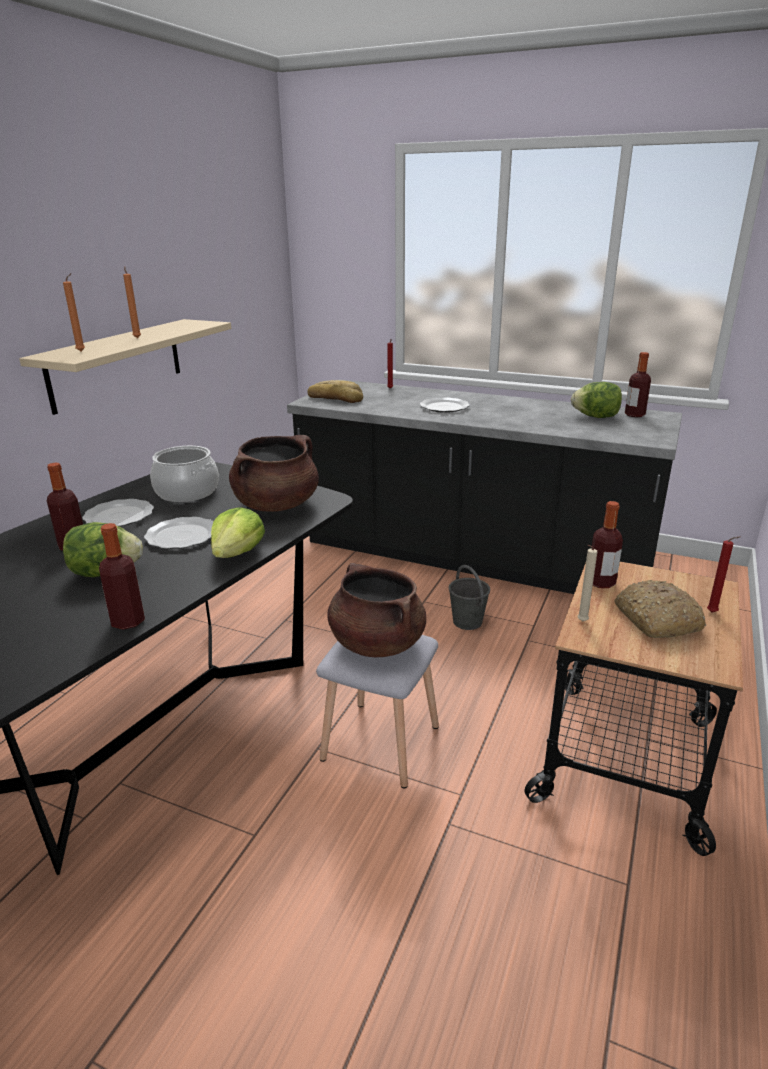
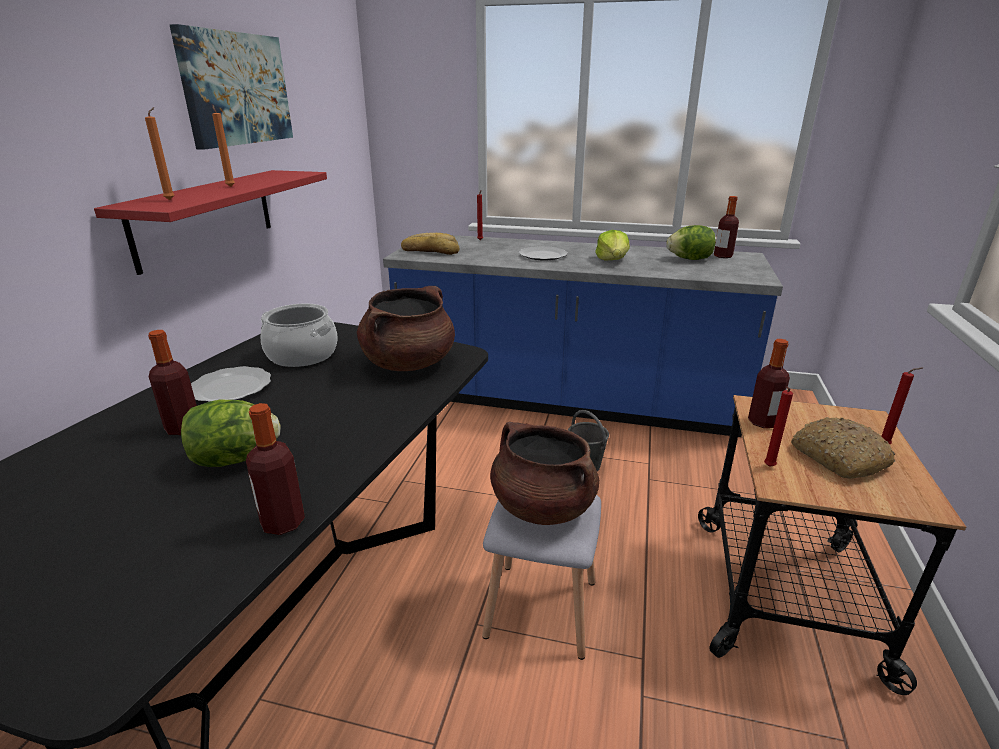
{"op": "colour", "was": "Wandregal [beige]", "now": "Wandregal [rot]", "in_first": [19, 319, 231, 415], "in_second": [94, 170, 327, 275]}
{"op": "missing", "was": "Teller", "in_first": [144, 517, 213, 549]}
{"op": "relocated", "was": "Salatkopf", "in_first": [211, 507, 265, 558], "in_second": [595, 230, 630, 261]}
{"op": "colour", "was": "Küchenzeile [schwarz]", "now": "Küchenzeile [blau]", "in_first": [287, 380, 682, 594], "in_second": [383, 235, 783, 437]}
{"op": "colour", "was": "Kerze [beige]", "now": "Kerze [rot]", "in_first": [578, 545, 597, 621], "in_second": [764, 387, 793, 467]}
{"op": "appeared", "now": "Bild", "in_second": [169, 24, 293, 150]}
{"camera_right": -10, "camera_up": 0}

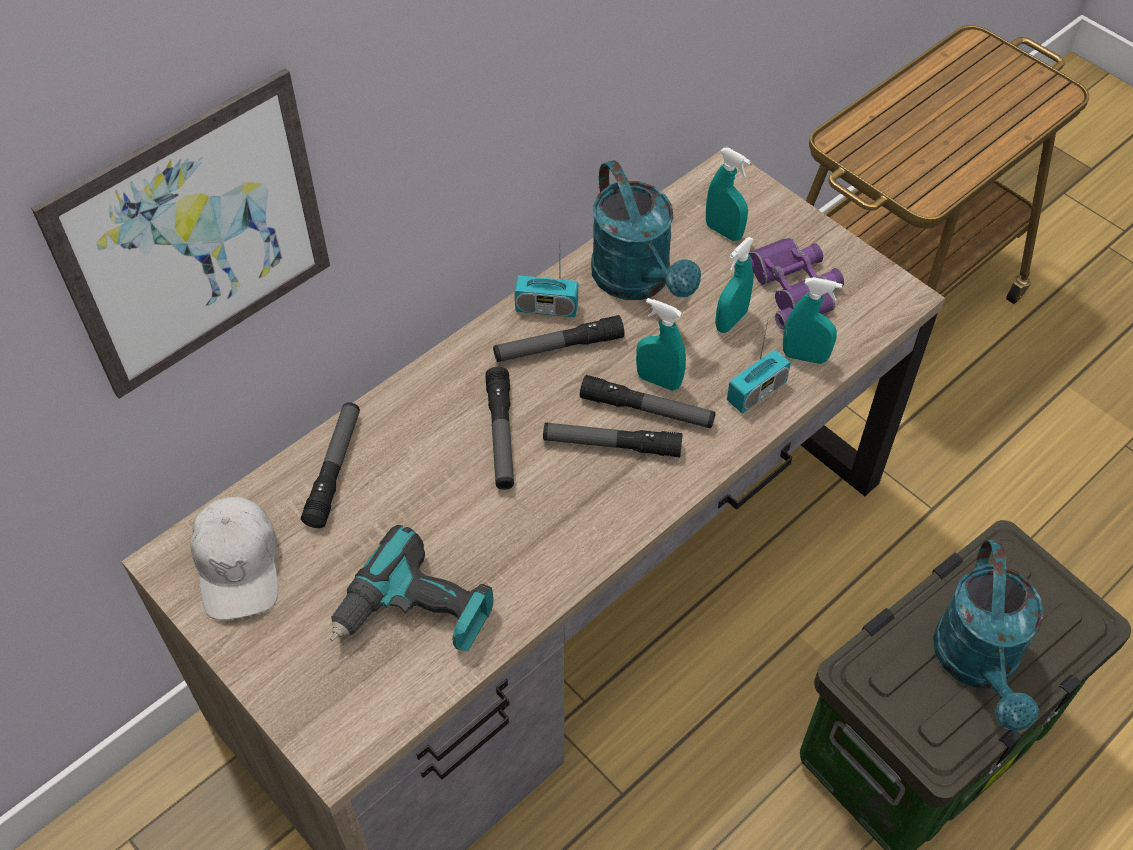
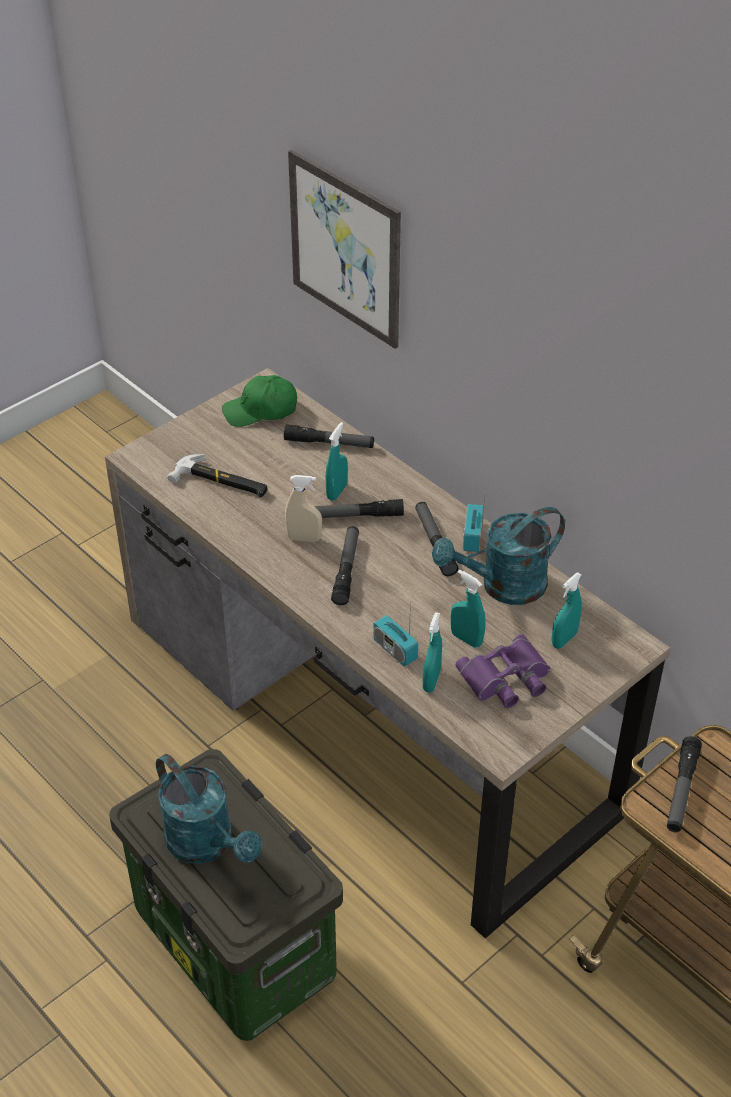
{"op": "colour", "was": "Kappe [weiß]", "now": "Kappe [grün]", "in_first": [190, 497, 278, 620], "in_second": [222, 375, 297, 427]}
{"op": "exchanged", "was": "Bohrmaschine", "now": "Hammer", "in_first": [330, 525, 493, 652], "in_second": [168, 454, 268, 497]}
{"op": "relocated", "was": "Taschenlampe", "in_first": [580, 375, 715, 428], "in_second": [667, 736, 702, 832]}
{"op": "relocated", "was": "Sprühflasche [türkis]", "in_first": [636, 298, 686, 391], "in_second": [325, 422, 348, 501]}
{"op": "spun", "was": "Gießkanne [türkis]", "in_first": [933, 540, 1044, 731], "in_second": [156, 754, 262, 864], "clockwise": -135}
{"op": "appeared", "now": "Sprühflasche [beige]", "in_second": [285, 475, 322, 542]}
{"camera_right": 90, "camera_up": -10}

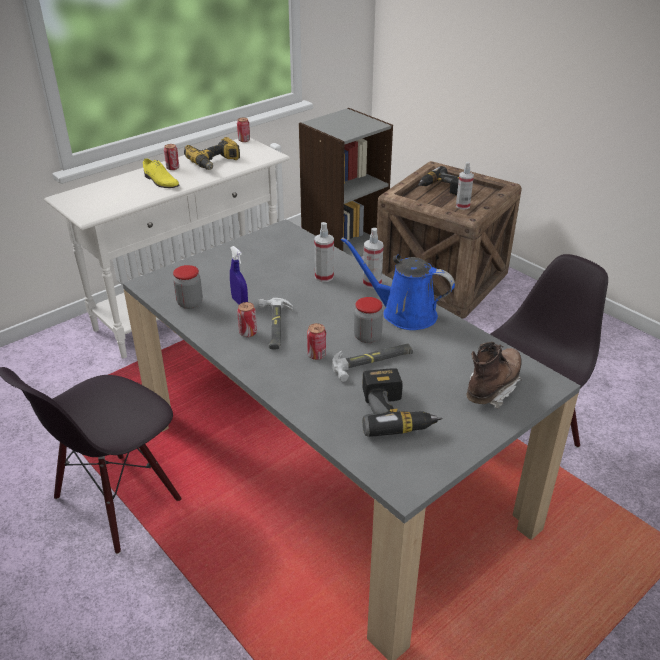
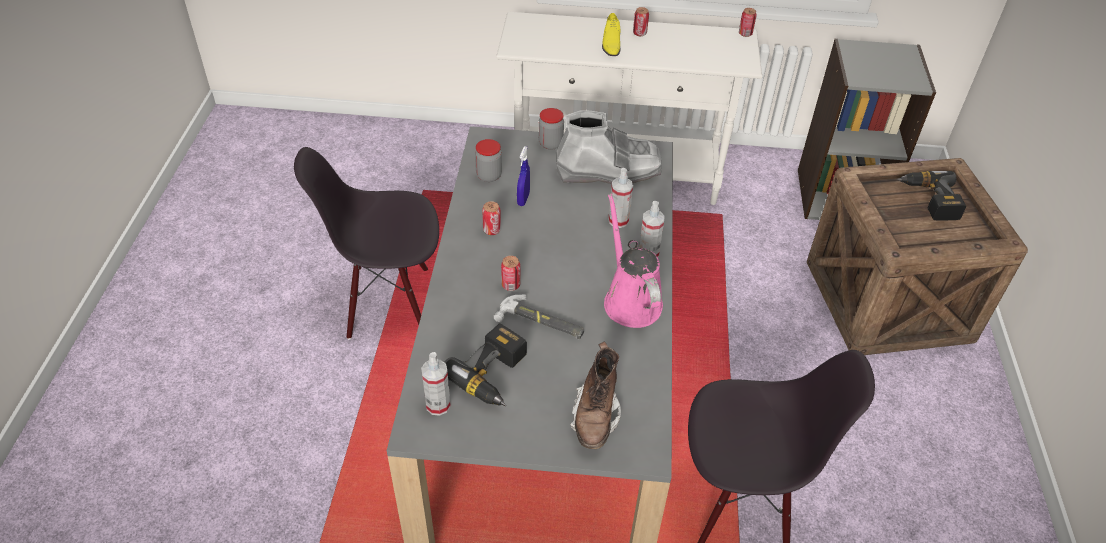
{"op": "missing", "was": "Bohrmaschine", "in_first": [184, 137, 240, 170]}
{"op": "missing", "was": "Hammer", "in_first": [259, 298, 293, 349]}
{"op": "colour", "was": "Gießkanne [blau]", "now": "Gießkanne [rosa]", "in_first": [341, 237, 455, 330], "in_second": [604, 194, 663, 328]}
{"op": "relocated", "was": "Vorratsglas", "in_first": [354, 297, 383, 343], "in_second": [538, 108, 564, 150]}
{"op": "relocated", "was": "Sprühflasche", "in_first": [456, 162, 474, 209], "in_second": [421, 352, 451, 416]}
{"op": "spun", "was": "Stiefel [braun]", "in_first": [466, 342, 522, 409], "in_second": [570, 341, 621, 449], "clockwise": 105}
{"op": "appeared", "now": "Stiefel [grau]", "in_second": [556, 111, 662, 184]}
{"camera_right": 45, "camera_up": 10}

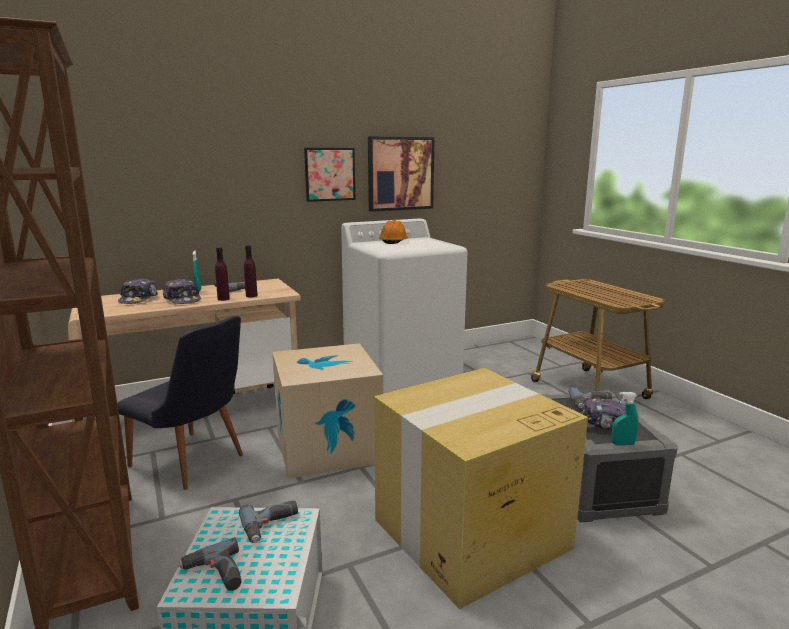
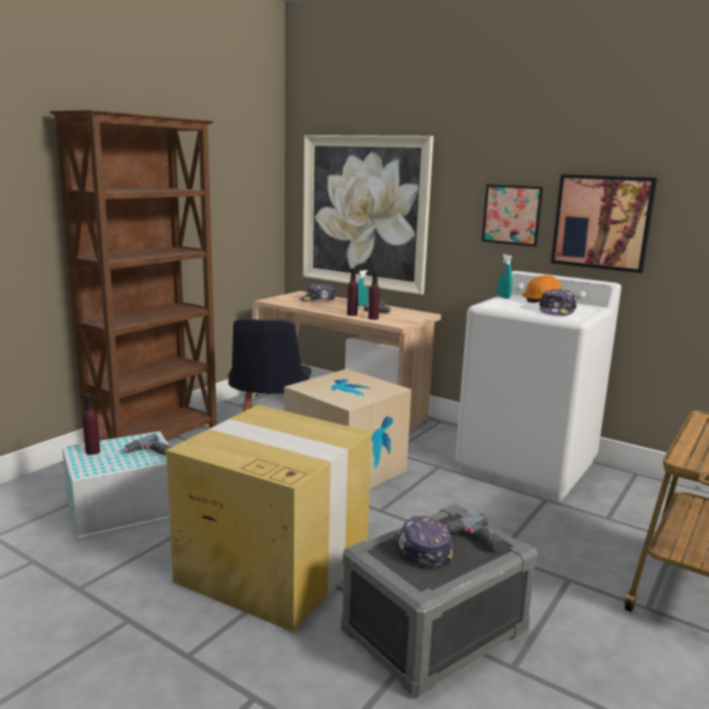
{"op": "relocated", "was": "Kappe", "in_first": [163, 279, 201, 304], "in_second": [539, 289, 577, 316]}
{"op": "exchanged", "was": "Bohrmaschine", "now": "Flasche [lila]", "in_first": [178, 537, 242, 591], "in_second": [83, 393, 100, 455]}
{"op": "relocated", "was": "Sprühflasche [türkis]", "in_first": [611, 392, 639, 445], "in_second": [497, 254, 512, 299]}
{"op": "appeared", "now": "Bild", "in_second": [303, 135, 434, 295]}
{"camera_right": 60, "camera_up": 0}

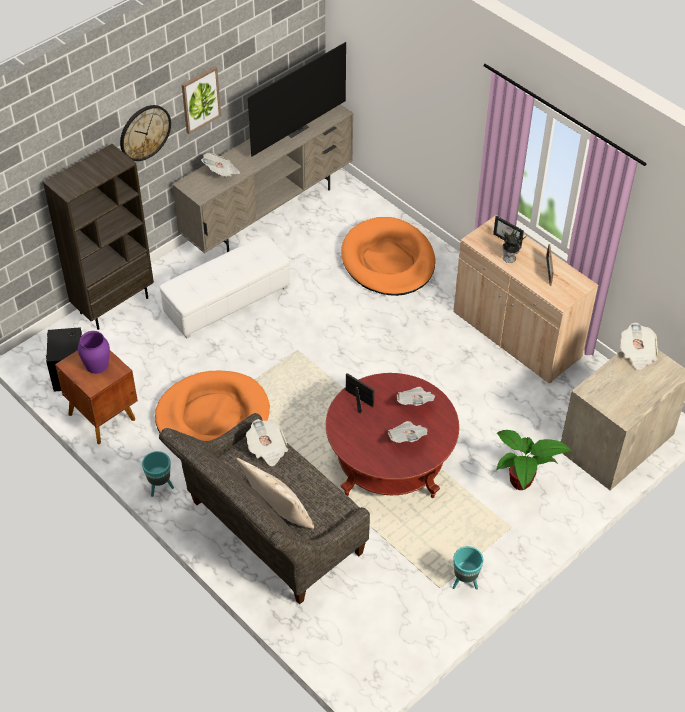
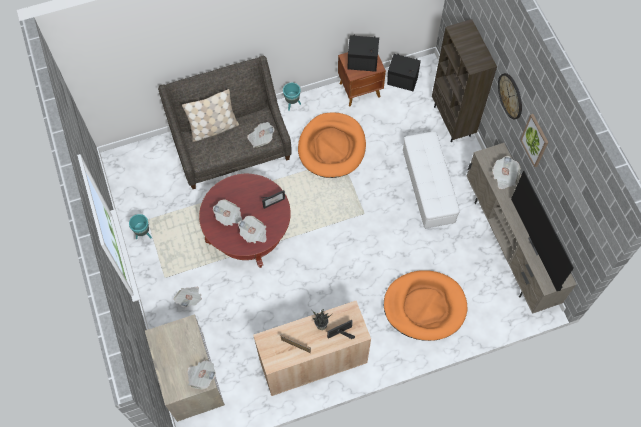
{"op": "exchanged", "was": "Vase [lila]", "now": "Lautsprecher [schwarz]", "in_first": [78, 331, 110, 374], "in_second": [348, 35, 379, 72]}
{"op": "exchanged", "was": "Topfpflanze", "now": "Zeitung", "in_first": [496, 430, 572, 490], "in_second": [174, 287, 202, 307]}
{"camera_right": 115, "camera_up": 15}

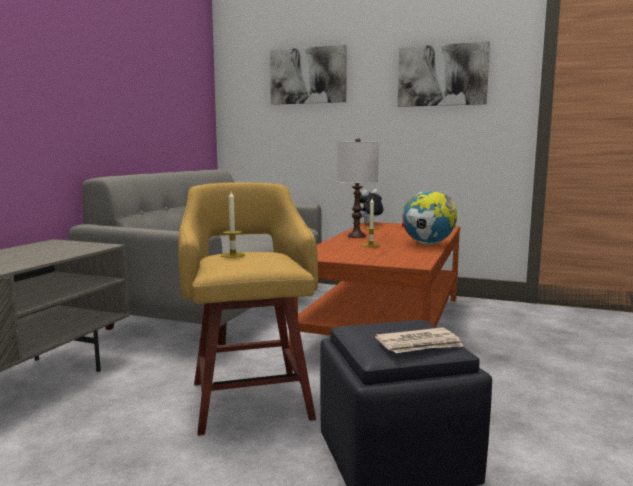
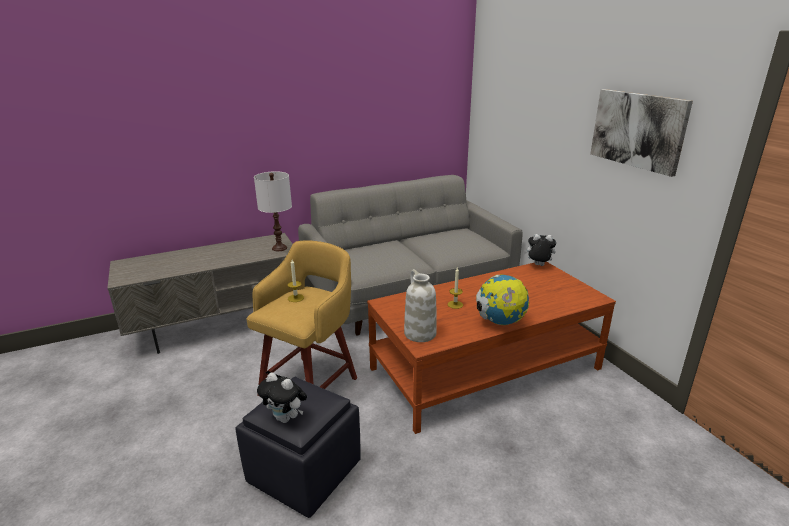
{"op": "missing", "was": "Bild", "in_first": [270, 45, 347, 105]}
{"op": "relocated", "was": "Tischlampe [weiß]", "in_first": [337, 138, 379, 238], "in_second": [254, 171, 292, 251]}
{"op": "exchanged", "was": "Zeitung", "now": "Plüschtier", "in_first": [375, 327, 464, 353], "in_second": [257, 373, 307, 423]}
{"op": "appeared", "now": "Vase [weiß]", "in_second": [404, 269, 437, 342]}
{"camera_right": 45, "camera_up": 15}

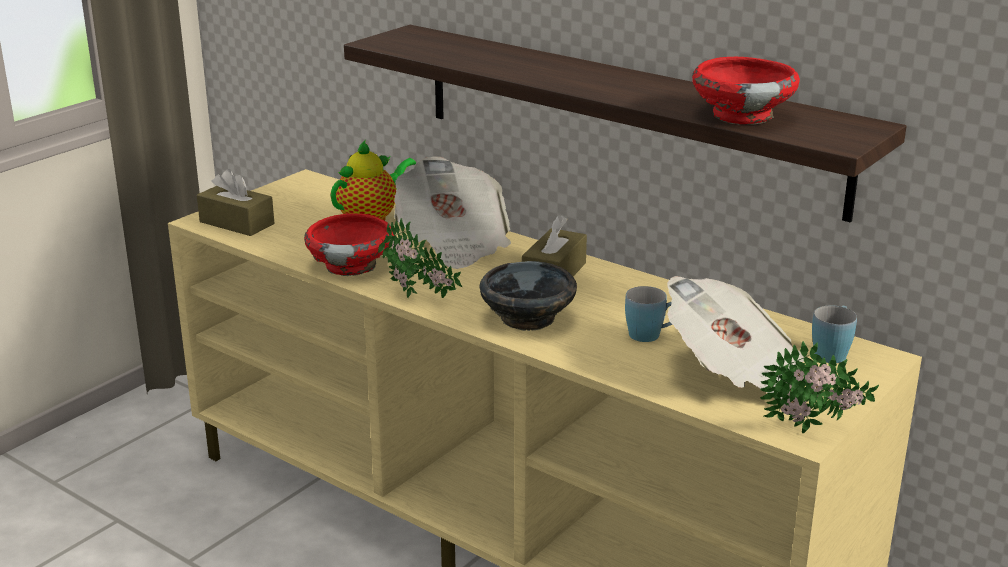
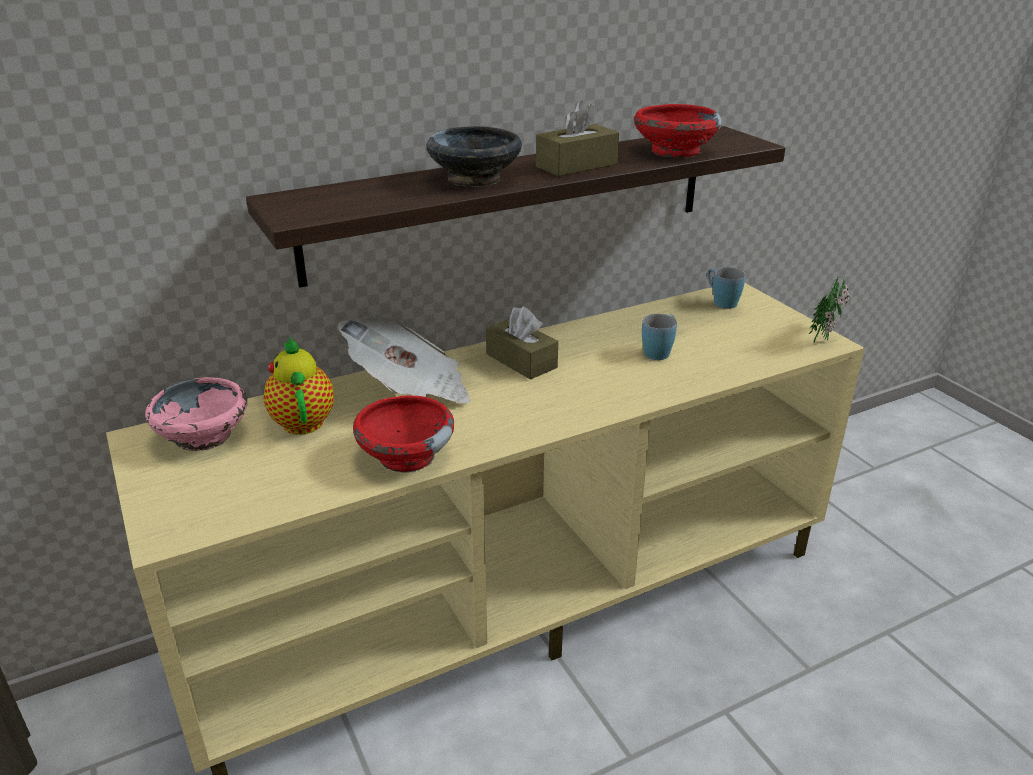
{"op": "relocated", "was": "Taschentuchbox [braun]", "in_first": [197, 169, 274, 236], "in_second": [536, 101, 619, 176]}
{"op": "missing", "was": "Topfpflanze", "in_first": [378, 218, 462, 298]}
{"op": "relocated", "was": "Schüssel [schwarz]", "in_first": [479, 261, 577, 331], "in_second": [426, 126, 522, 187]}
{"op": "missing", "was": "Zeitung", "in_first": [667, 276, 804, 399]}
{"op": "appeared", "now": "Schüssel [rosa]", "in_second": [145, 377, 247, 451]}
{"camera_right": -65, "camera_up": 5}

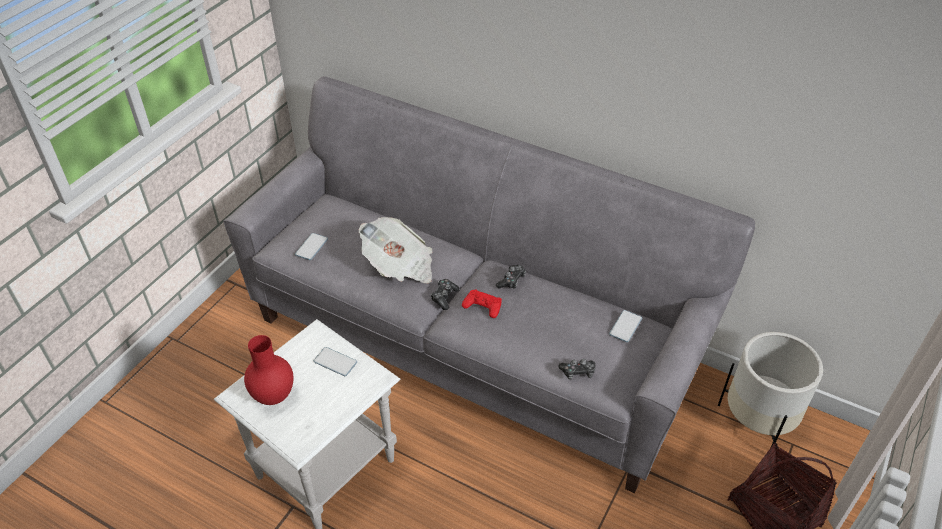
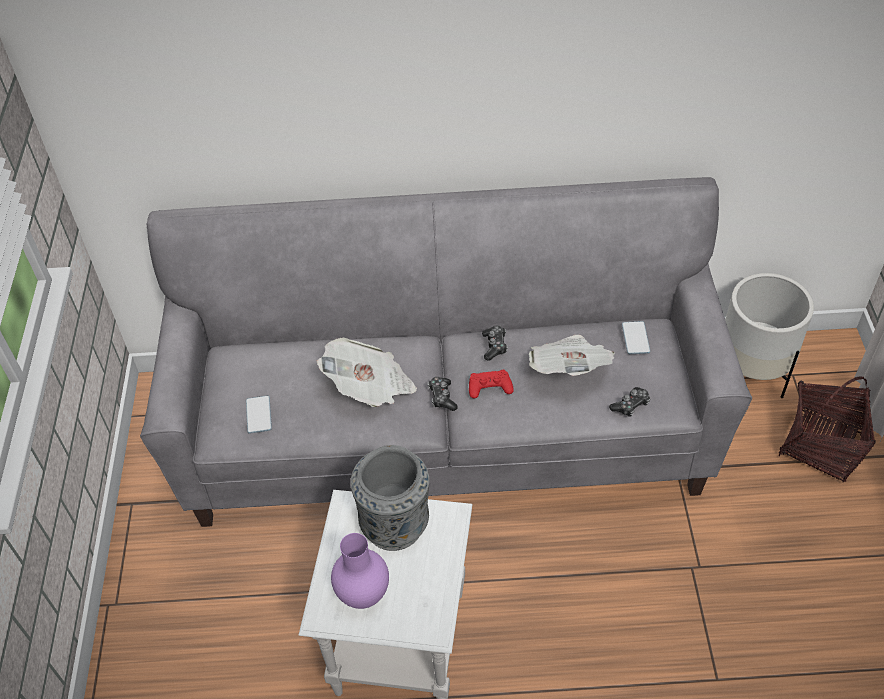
{"op": "colour", "was": "Vase [rot]", "now": "Vase [lila]", "in_first": [244, 335, 294, 405], "in_second": [331, 533, 389, 609]}
{"op": "exchanged", "was": "Handy", "now": "Vase [grau]", "in_first": [314, 347, 357, 376], "in_second": [351, 445, 430, 551]}
{"op": "appeared", "now": "Zeitung", "in_second": [529, 335, 615, 376]}
{"camera_right": -30, "camera_up": 5}

